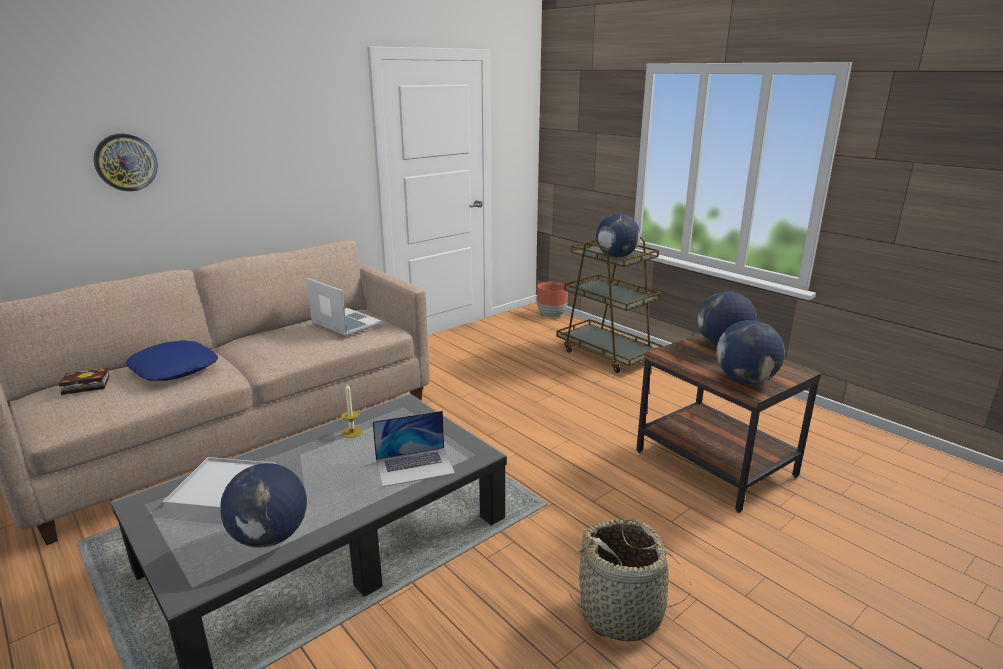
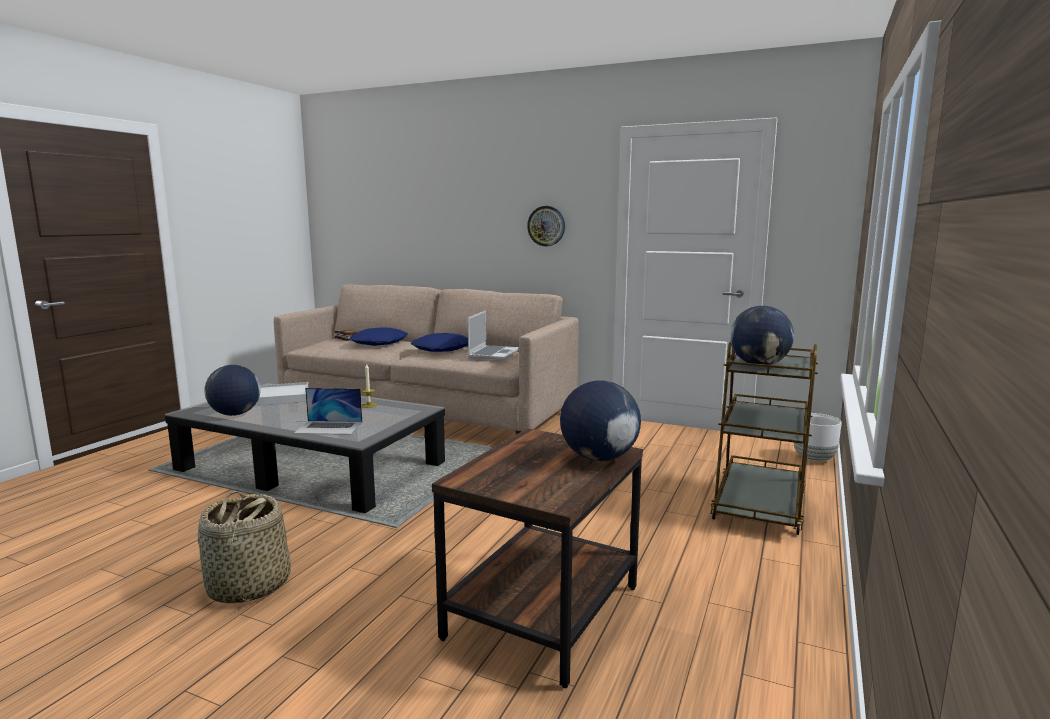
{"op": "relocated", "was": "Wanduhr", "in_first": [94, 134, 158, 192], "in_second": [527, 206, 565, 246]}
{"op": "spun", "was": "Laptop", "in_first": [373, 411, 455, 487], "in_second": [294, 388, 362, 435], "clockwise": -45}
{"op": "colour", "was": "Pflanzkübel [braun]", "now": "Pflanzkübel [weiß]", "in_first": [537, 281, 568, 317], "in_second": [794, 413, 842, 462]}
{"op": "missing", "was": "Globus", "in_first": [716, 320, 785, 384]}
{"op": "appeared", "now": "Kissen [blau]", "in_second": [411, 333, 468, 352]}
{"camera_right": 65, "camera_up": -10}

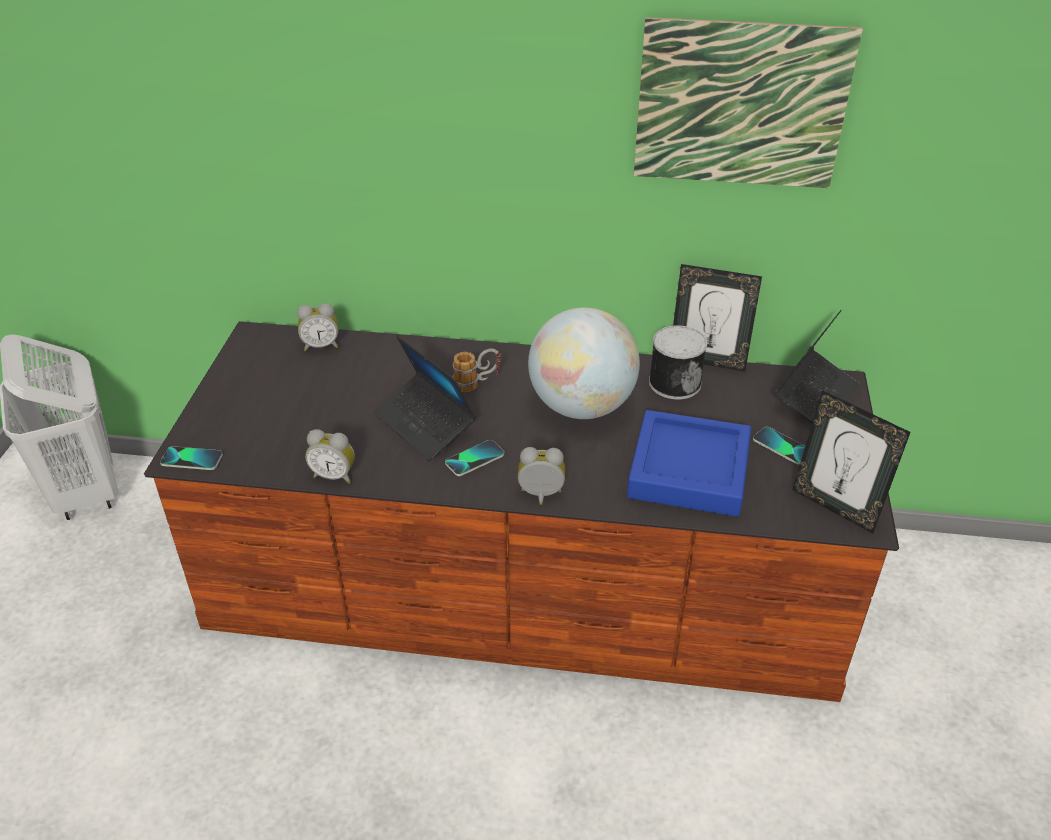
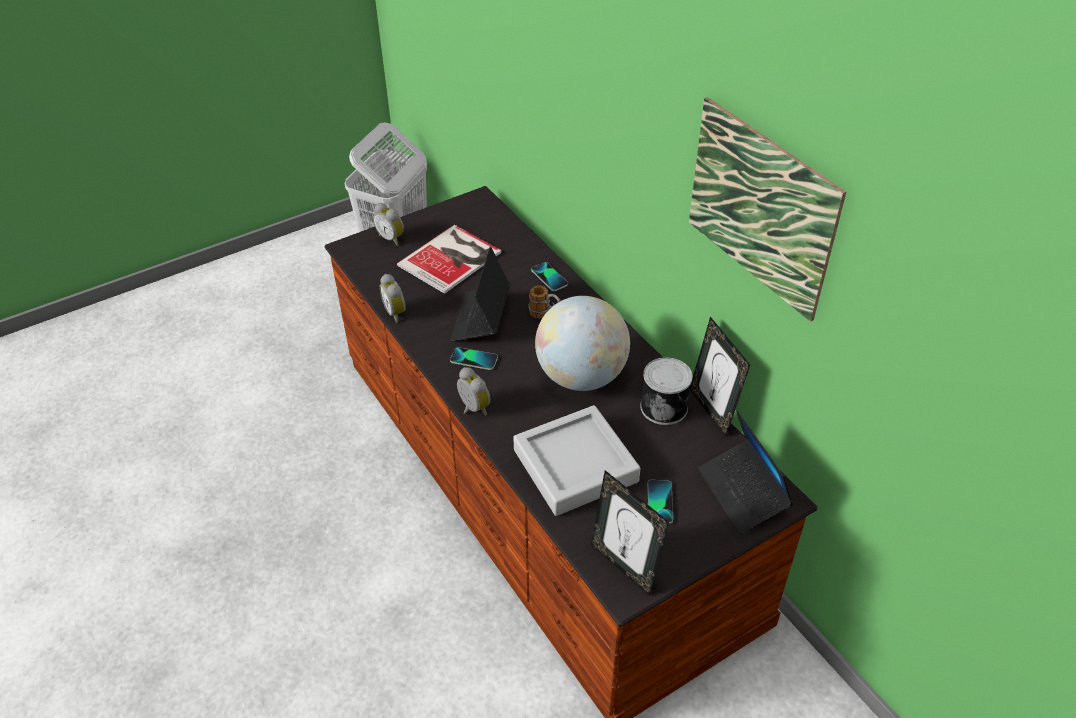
{"op": "relocated", "was": "Handy", "in_first": [160, 446, 223, 470], "in_second": [531, 262, 568, 291]}
{"op": "relocated", "was": "Wecker", "in_first": [297, 303, 338, 351], "in_second": [373, 203, 404, 246]}
{"op": "colour", "was": "Tablett [blau]", "now": "Tablett [grau]", "in_first": [627, 410, 751, 517], "in_second": [513, 405, 640, 516]}
{"op": "spun", "was": "Laptop", "in_first": [773, 310, 859, 423], "in_second": [698, 410, 794, 534], "clockwise": 75}
{"op": "spun", "was": "Bilderrahmen", "in_first": [792, 390, 911, 534], "in_second": [591, 470, 669, 596], "clockwise": -45}
{"op": "appeared", "now": "Buch", "in_second": [397, 225, 501, 294]}
{"camera_right": 50, "camera_up": 5}

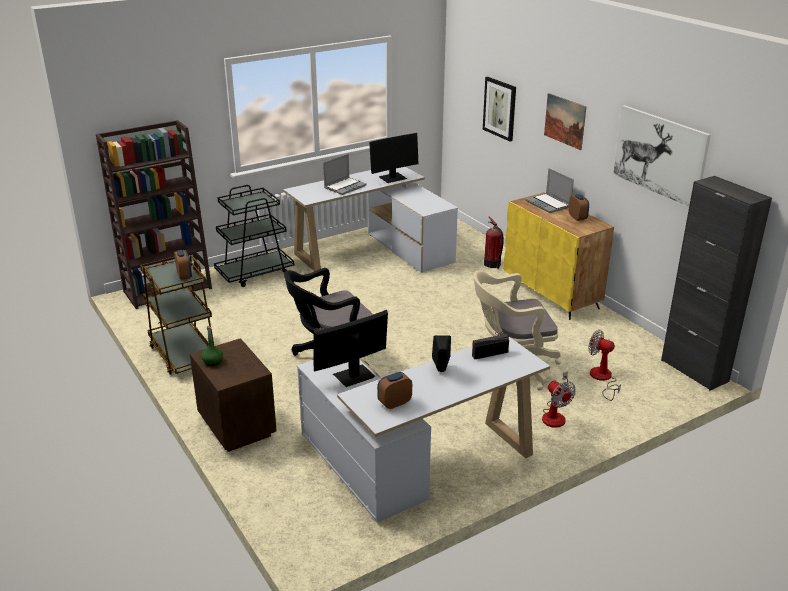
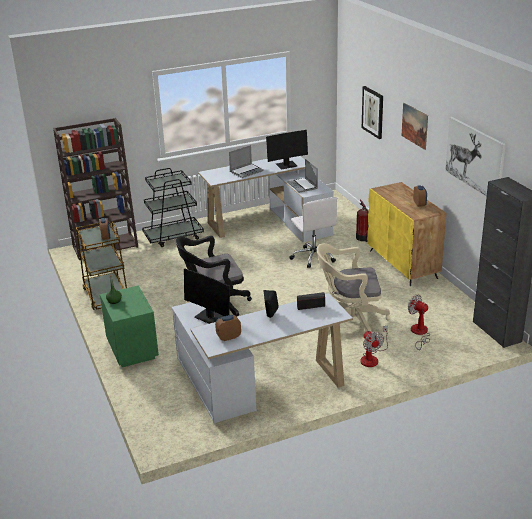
{"op": "colour", "was": "Nachttisch [braun]", "now": "Nachttisch [grün]", "in_first": [190, 338, 277, 452], "in_second": [100, 285, 159, 367]}
{"op": "spun", "was": "Monitor", "in_first": [314, 310, 388, 387], "in_second": [184, 268, 230, 324], "clockwise": -120}
{"op": "relocated", "was": "Laptop", "in_first": [526, 168, 574, 213], "in_second": [287, 159, 318, 193]}
{"op": "appeared", "now": "Bürostuhl [weiß]", "in_second": [290, 197, 337, 268]}
{"camera_right": 10, "camera_up": 0}

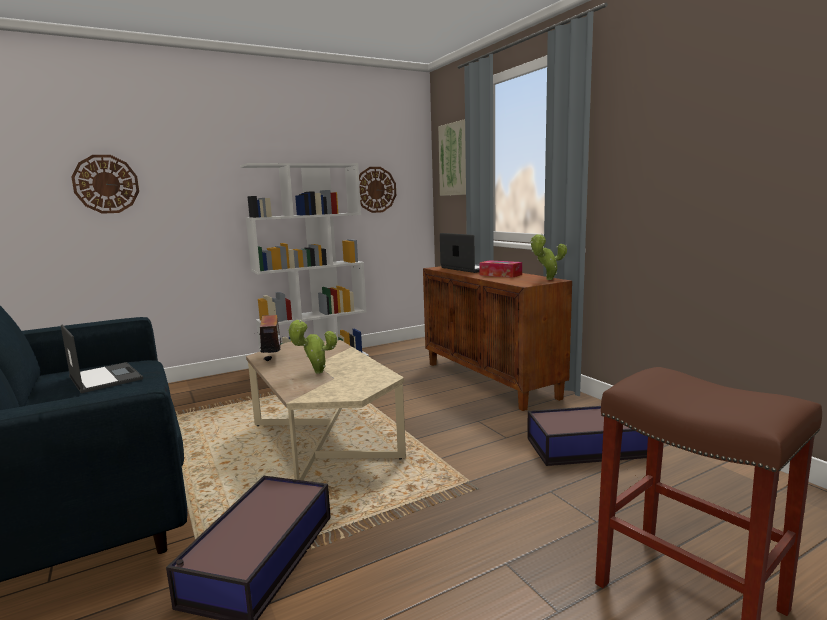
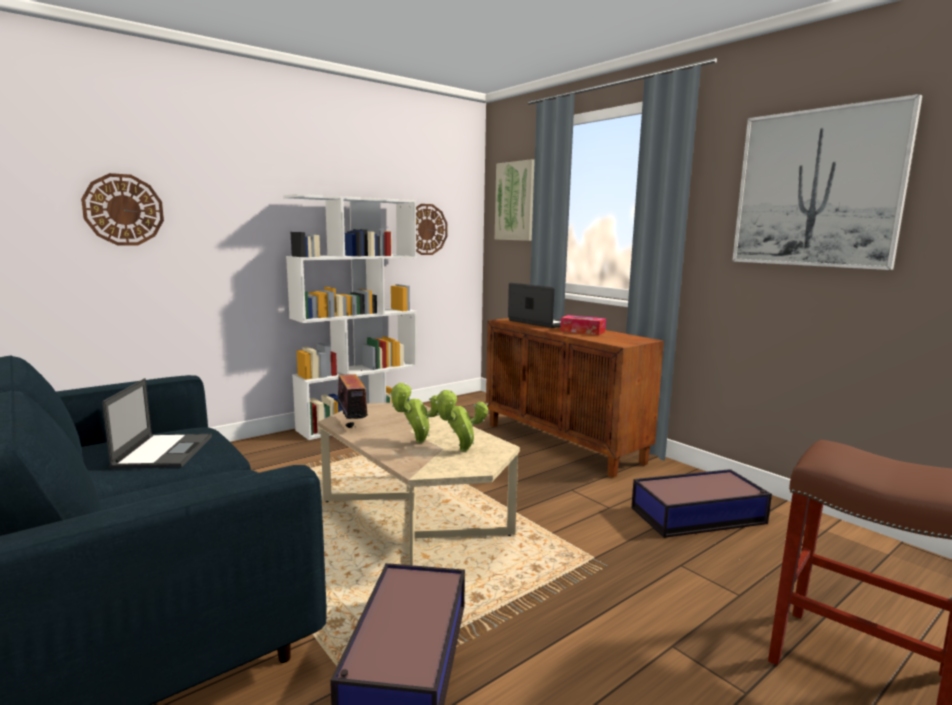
{"op": "spun", "was": "Laptop", "in_first": [61, 325, 143, 393], "in_second": [102, 378, 212, 469], "clockwise": 45}
{"op": "relocated", "was": "Topfpflanze", "in_first": [531, 234, 567, 280], "in_second": [435, 390, 488, 452]}
{"op": "appeared", "now": "Bild", "in_second": [732, 94, 923, 270]}
{"camera_right": -10, "camera_up": 0}

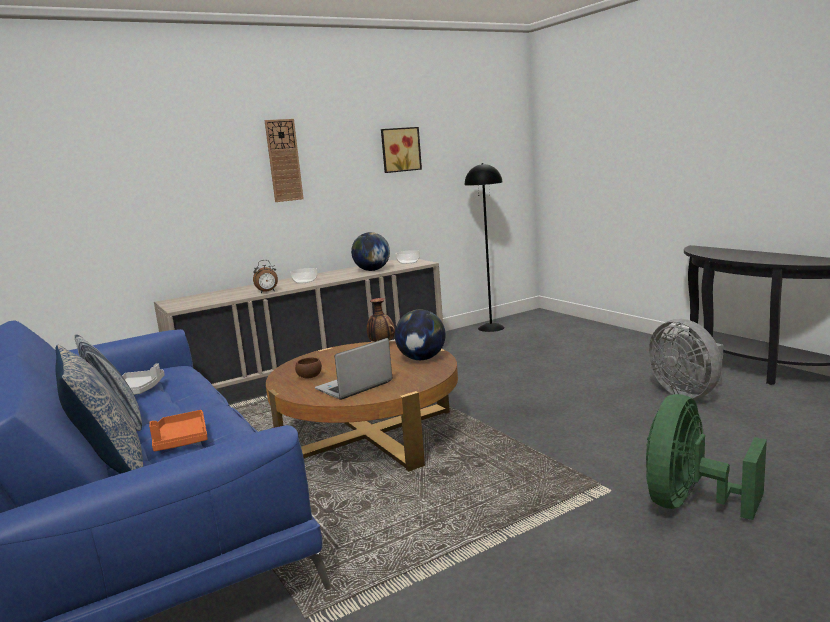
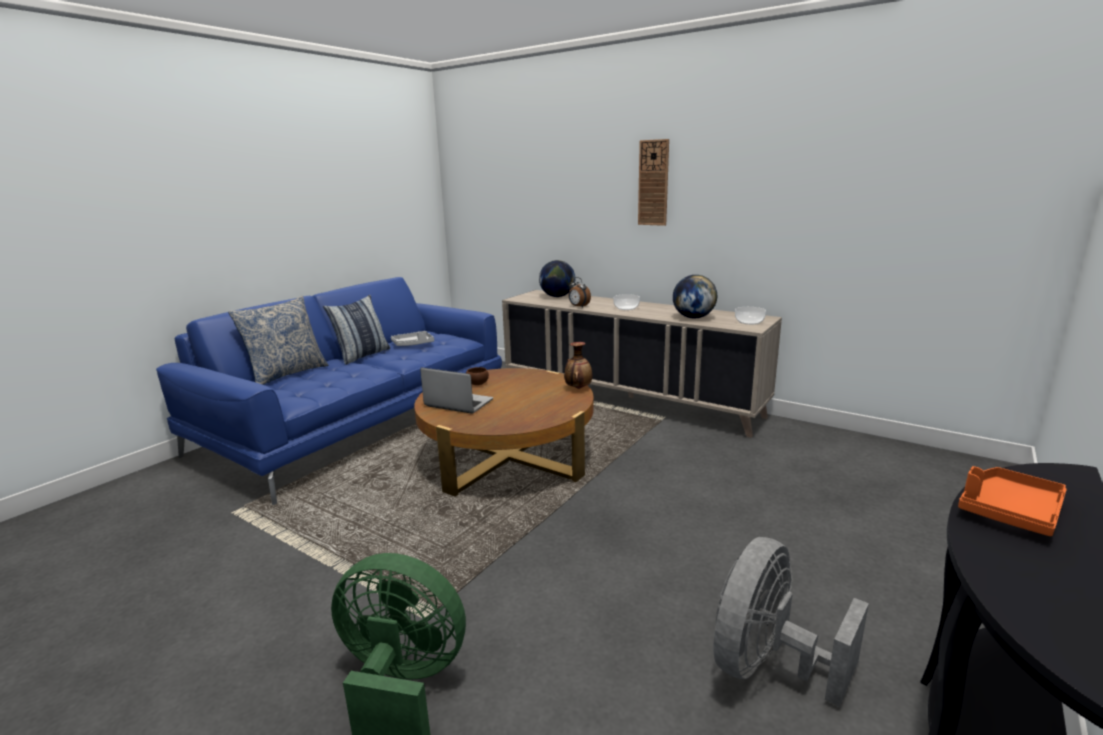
{"op": "relocated", "was": "Tablett [orange]", "in_first": [149, 410, 208, 451], "in_second": [958, 466, 1067, 536]}
{"op": "missing", "was": "Bild", "in_first": [381, 127, 422, 173]}
{"op": "relocated", "was": "Globus", "in_first": [395, 309, 446, 360], "in_second": [539, 260, 575, 297]}
{"op": "missing", "was": "Stehlampe [schwarz]", "in_first": [465, 163, 505, 332]}
{"camera_right": 65, "camera_up": 5}

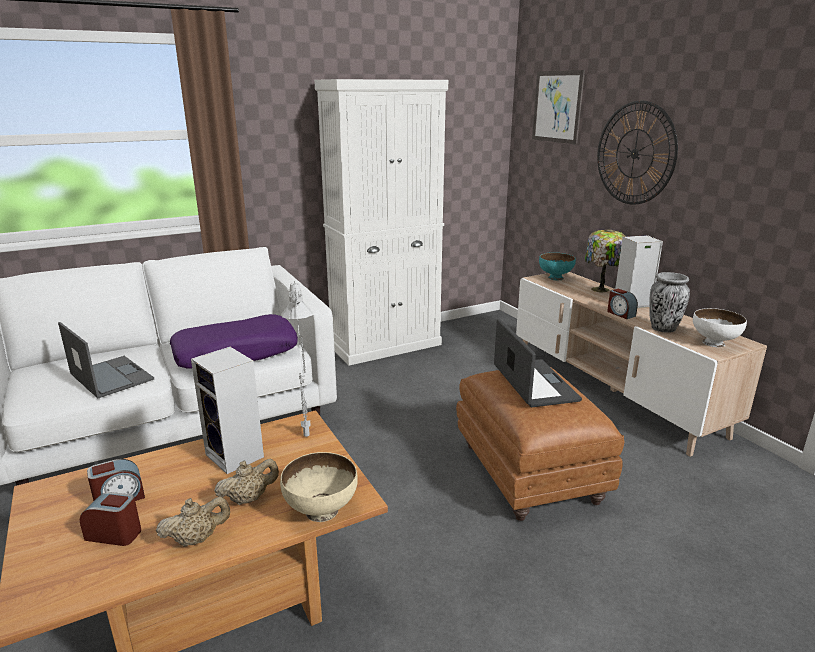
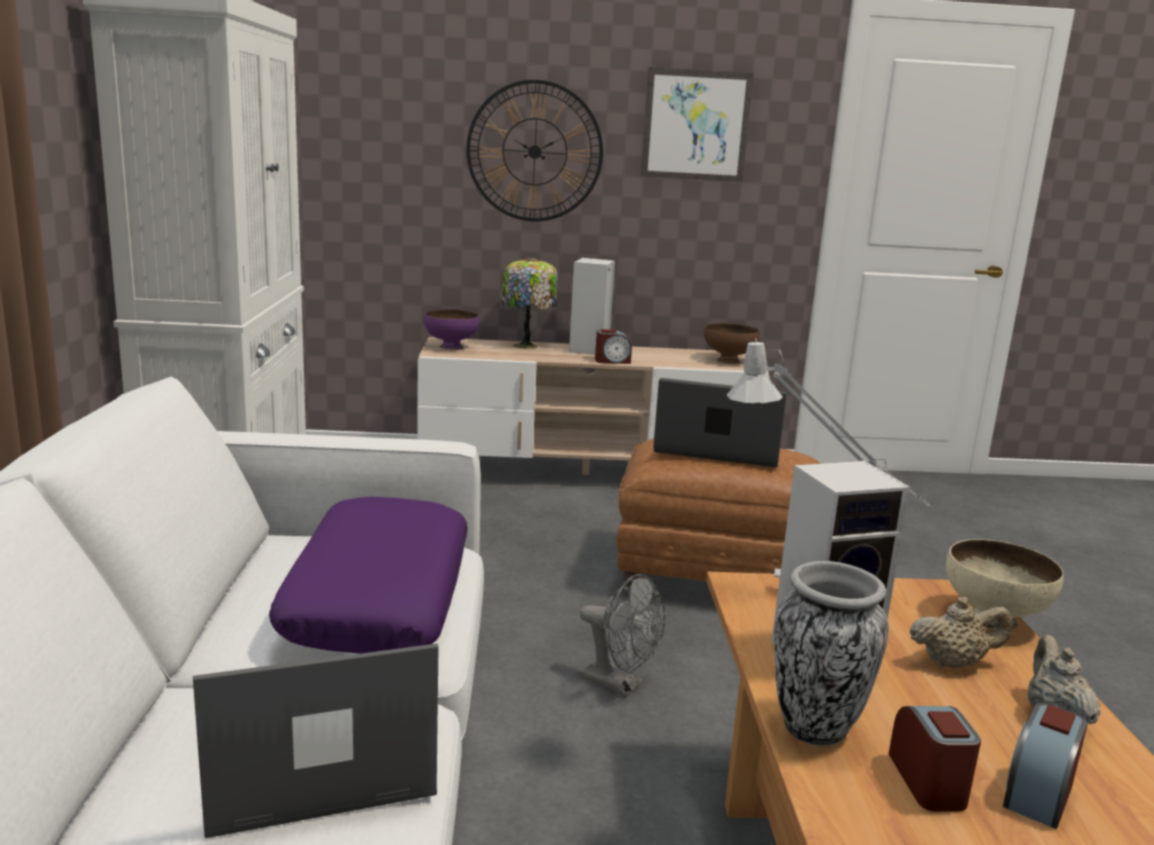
{"op": "spun", "was": "Teekanne [beige]", "in_first": [214, 459, 279, 505], "in_second": [910, 597, 1012, 668], "clockwise": 90}
{"op": "relocated", "was": "Bild", "in_first": [532, 70, 585, 144], "in_second": [640, 67, 754, 182]}
{"op": "colour", "was": "Schüssel [türkis]", "now": "Schüssel [lila]", "in_first": [539, 253, 576, 280], "in_second": [424, 309, 480, 350]}
{"op": "relocated", "was": "Vase", "in_first": [649, 272, 690, 333], "in_second": [775, 561, 889, 746]}
{"op": "colour", "was": "Schüssel [weiß]", "now": "Schüssel [braun]", "in_first": [693, 308, 747, 347], "in_second": [704, 323, 760, 364]}
{"op": "appeared", "now": "Ventilator [grau]", "in_second": [580, 574, 665, 697]}
{"camera_right": -65, "camera_up": -5}

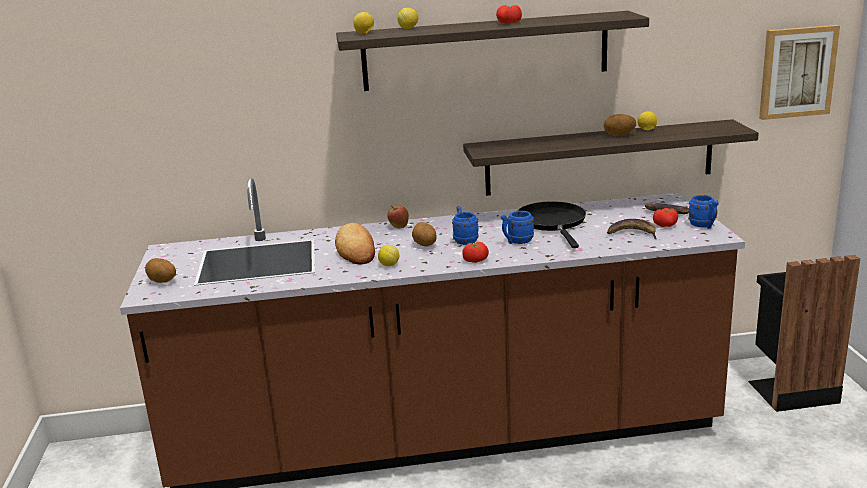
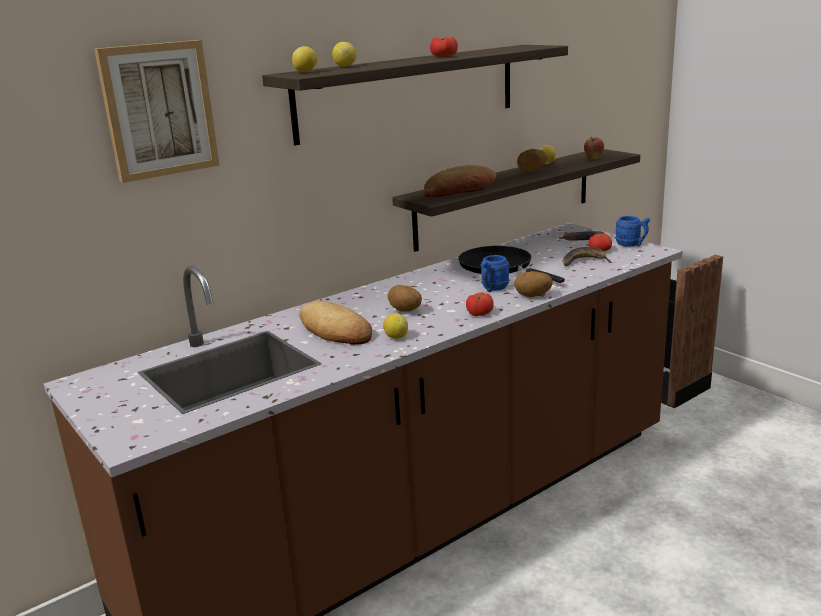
{"op": "relocated", "was": "Kartoffel", "in_first": [145, 258, 176, 283], "in_second": [514, 271, 553, 297]}
{"op": "relocated", "was": "Apfel", "in_first": [387, 206, 409, 229], "in_second": [584, 137, 604, 159]}
{"op": "missing", "was": "Henkelbecher [blau]", "in_first": [452, 206, 479, 245]}
{"op": "relocated", "was": "Bild", "in_first": [759, 25, 840, 120], "in_second": [94, 40, 220, 183]}
{"op": "appeared", "now": "Brot", "in_second": [424, 165, 496, 197]}
{"camera_right": -30, "camera_up": 0}

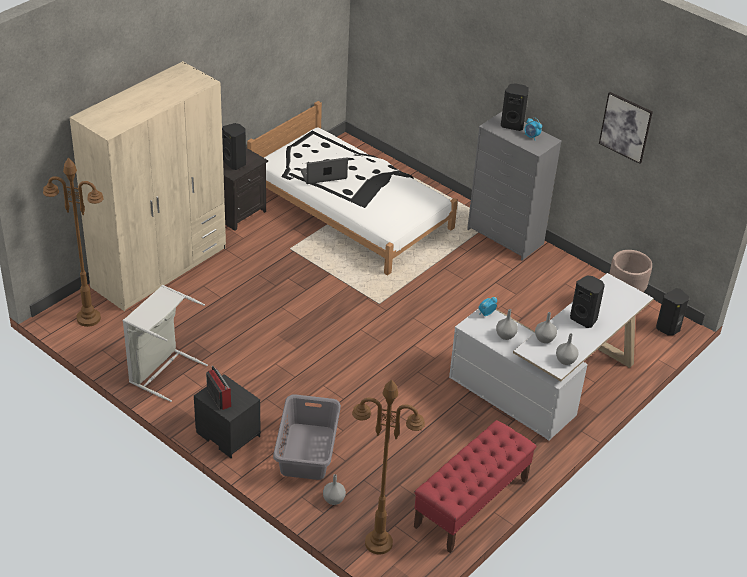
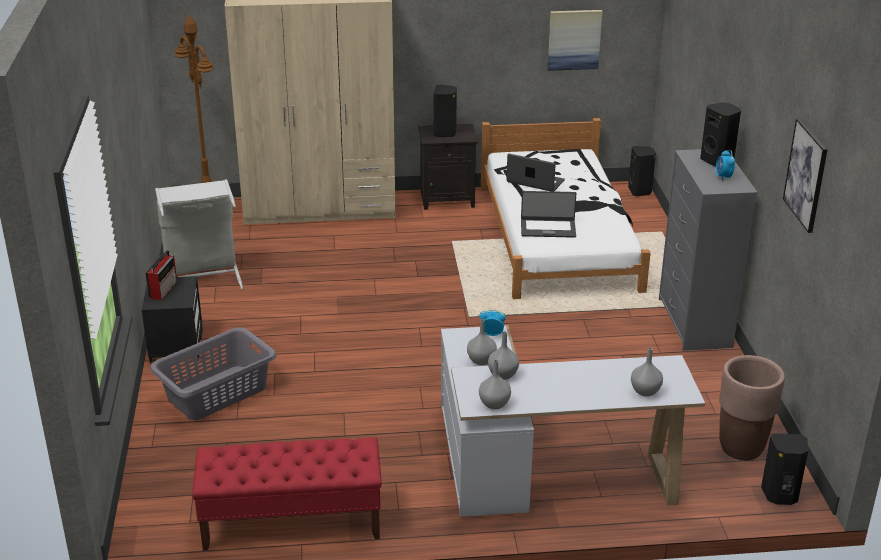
{"op": "relocated", "was": "Vase [grau]", "in_first": [323, 474, 346, 505], "in_second": [631, 347, 663, 397]}
{"op": "missing", "was": "Stehlampe [braun]", "in_first": [352, 380, 425, 555]}
{"op": "relocated", "was": "Lautsprecher [schwarz]", "in_first": [570, 275, 605, 328], "in_second": [628, 146, 656, 196]}
{"op": "appeared", "now": "Laptop", "in_second": [521, 191, 576, 238]}
{"op": "appeared", "now": "Bild", "in_second": [548, 10, 602, 71]}
{"camera_right": 45, "camera_up": -10}

